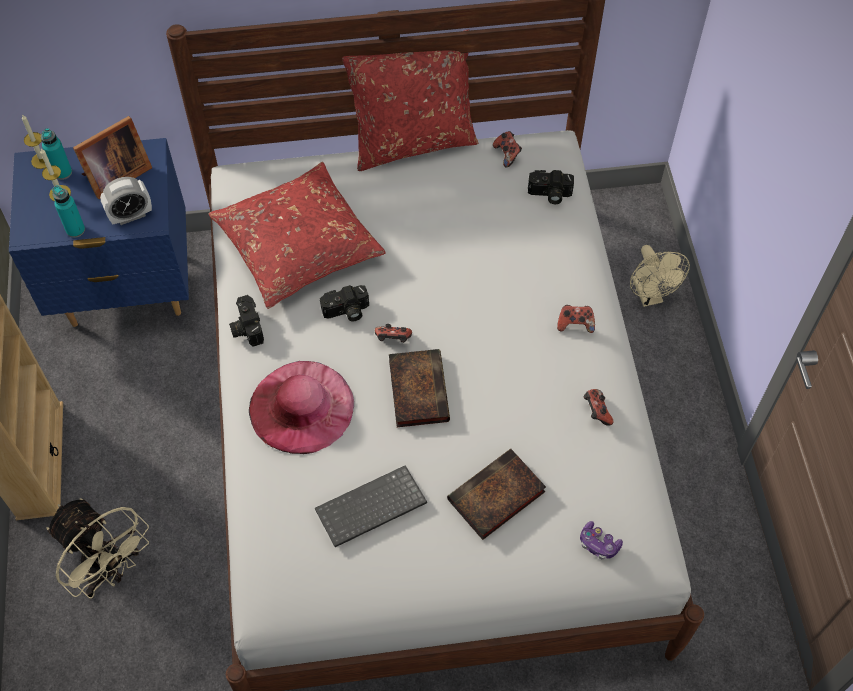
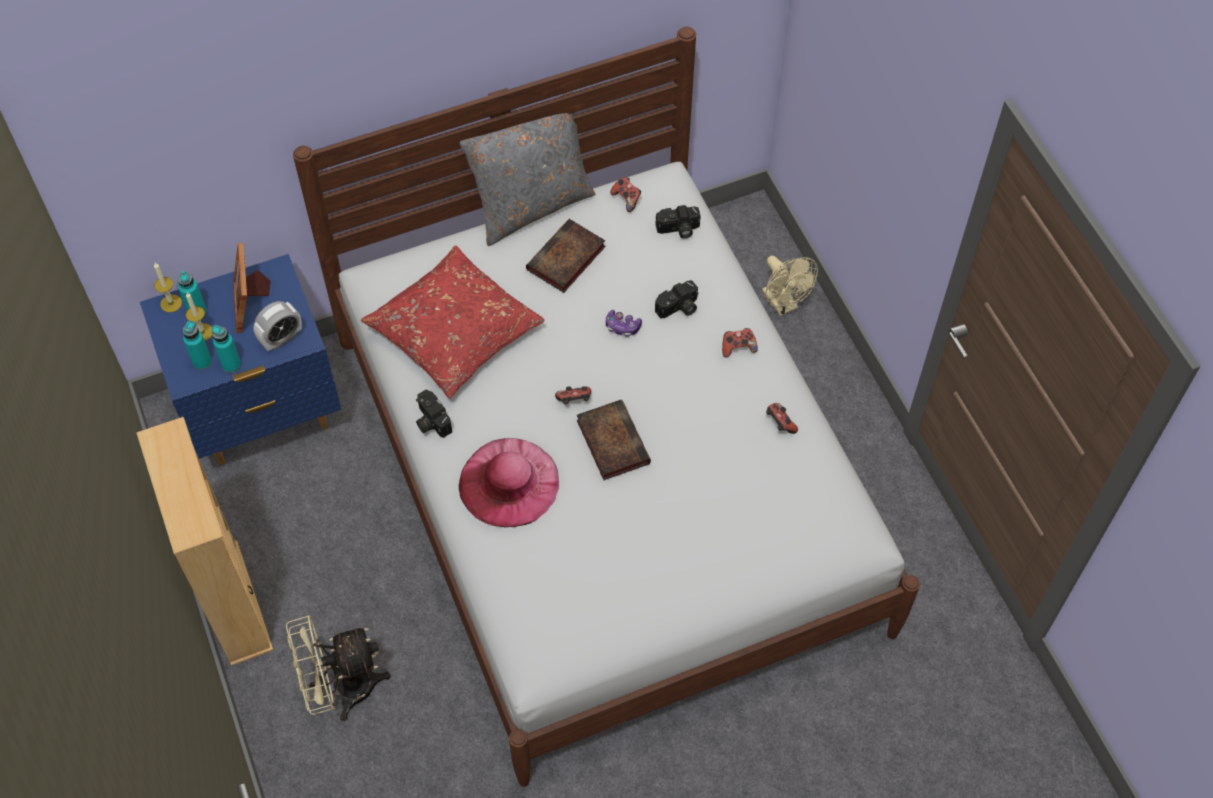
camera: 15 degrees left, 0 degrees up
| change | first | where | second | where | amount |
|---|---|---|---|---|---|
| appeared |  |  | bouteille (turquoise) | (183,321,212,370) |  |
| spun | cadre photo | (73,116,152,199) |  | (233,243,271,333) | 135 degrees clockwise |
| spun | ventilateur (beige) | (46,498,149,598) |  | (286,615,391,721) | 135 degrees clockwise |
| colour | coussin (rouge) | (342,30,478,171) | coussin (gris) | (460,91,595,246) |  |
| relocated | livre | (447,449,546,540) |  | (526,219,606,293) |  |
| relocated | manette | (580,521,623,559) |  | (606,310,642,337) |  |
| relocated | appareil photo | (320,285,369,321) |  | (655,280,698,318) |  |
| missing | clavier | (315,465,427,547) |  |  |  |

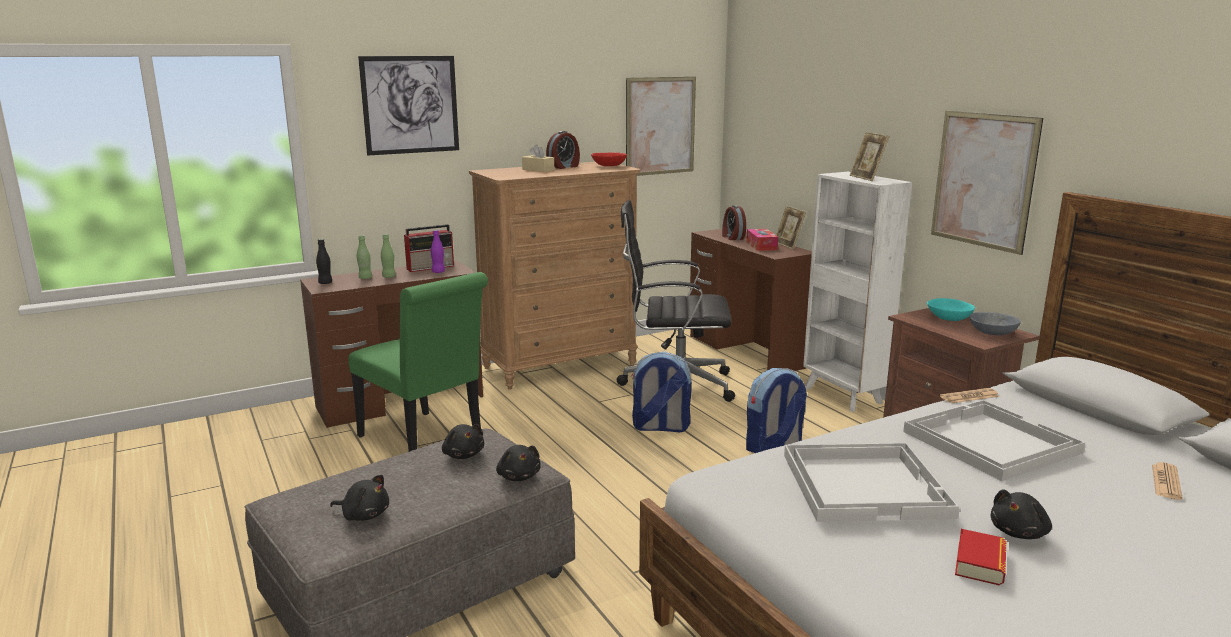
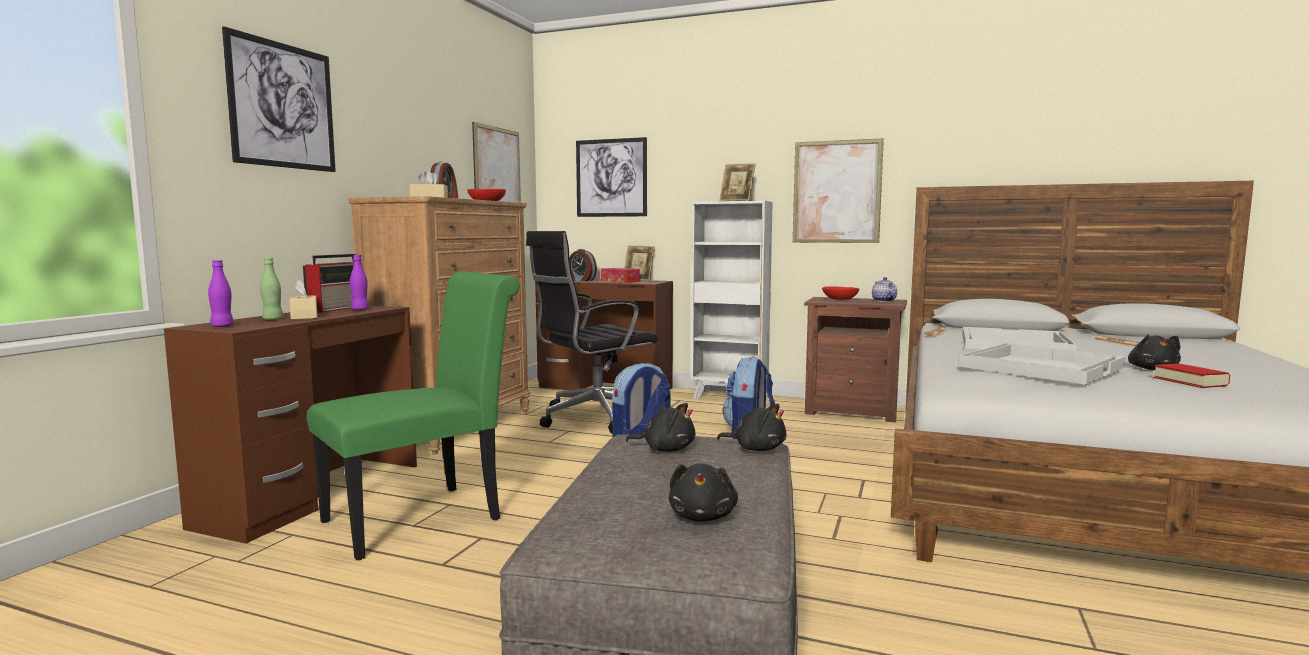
camera: 40 degrees left, 10 degrees down
| change | first | where | second | where | amount |
|---|---|---|---|---|---|
| colour | bouteille (noir) | (316,239,332,284) | bouteille (violet) | (208,260,234,327) |  |
| exchanged | bouteille (vert) | (381,234,396,278) | boîte à mouchoirs (beige) | (289,279,317,320) |  |
| spun | chaise (vert) | (348,272,488,451) |  | (307,271,520,560) | 45 degrees counterclockwise |
| appeared |  |  | tableau | (576,137,647,217) |  |
| spun | peluche (noir) | (330,475,389,521) |  | (669,463,738,521) | 120 degrees clockwise |
| colour | bol (turquoise) | (927,298,975,321) | bol (rouge) | (822,286,859,300) |  |
| exchanged | bol (gris) | (969,312,1021,335) | théière | (872,277,897,302) |  |

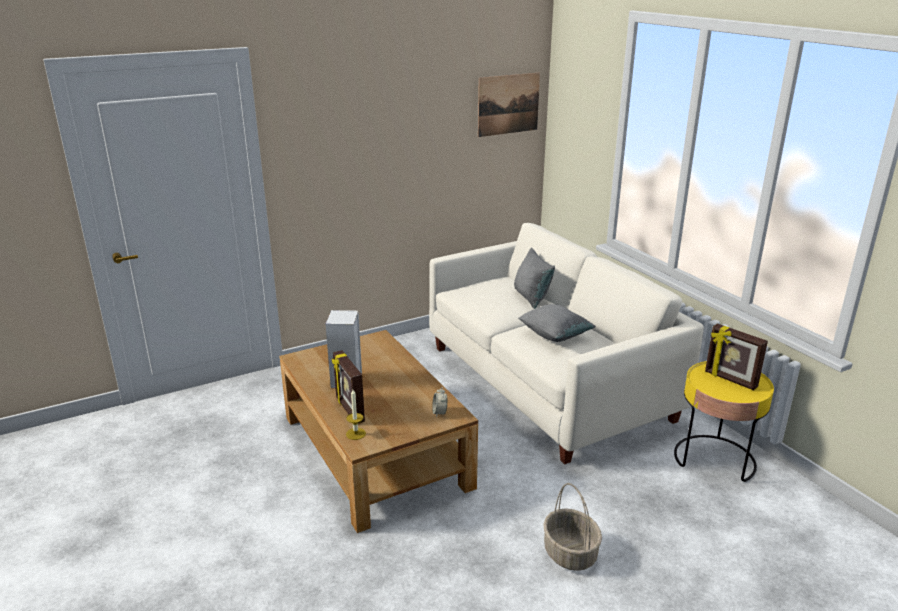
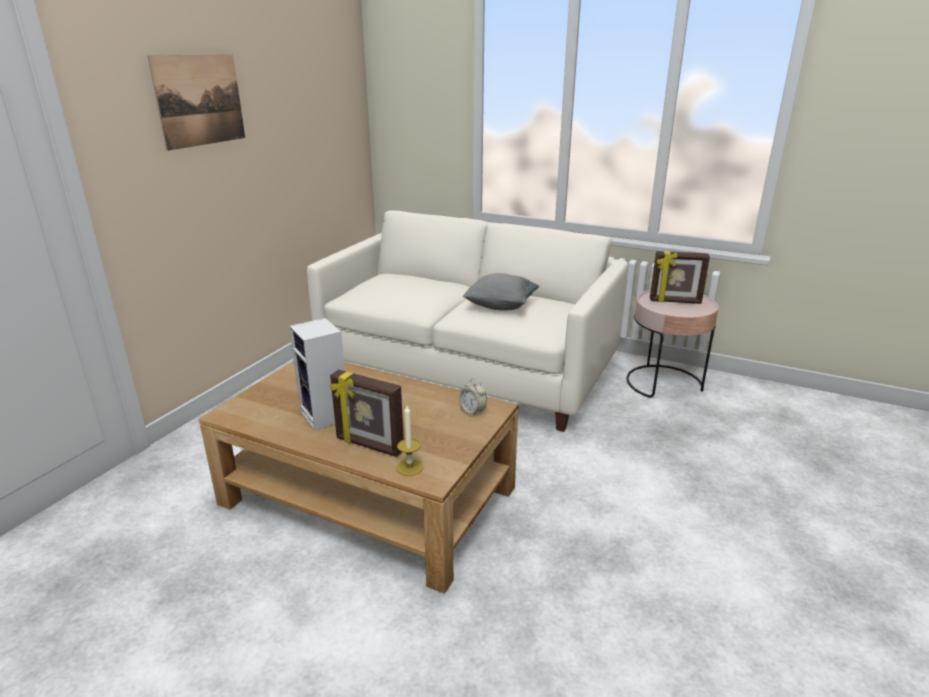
camera: 35 degrees left, 0 degrees up
| change | first | where | second | where | amount |
|---|---|---|---|---|---|
| relocated | tableau | (478,73,540,137) |  | (148,54,245,151) |  |
| colour | table d'appoint (jaune) | (674,361,774,482) | table d'appoint (rose) | (626,290,719,398) |  |
| missing | coussin (gris) | (514,247,555,309) |  |  |  |
| missing | panier | (543,483,602,571) |  |  |  |

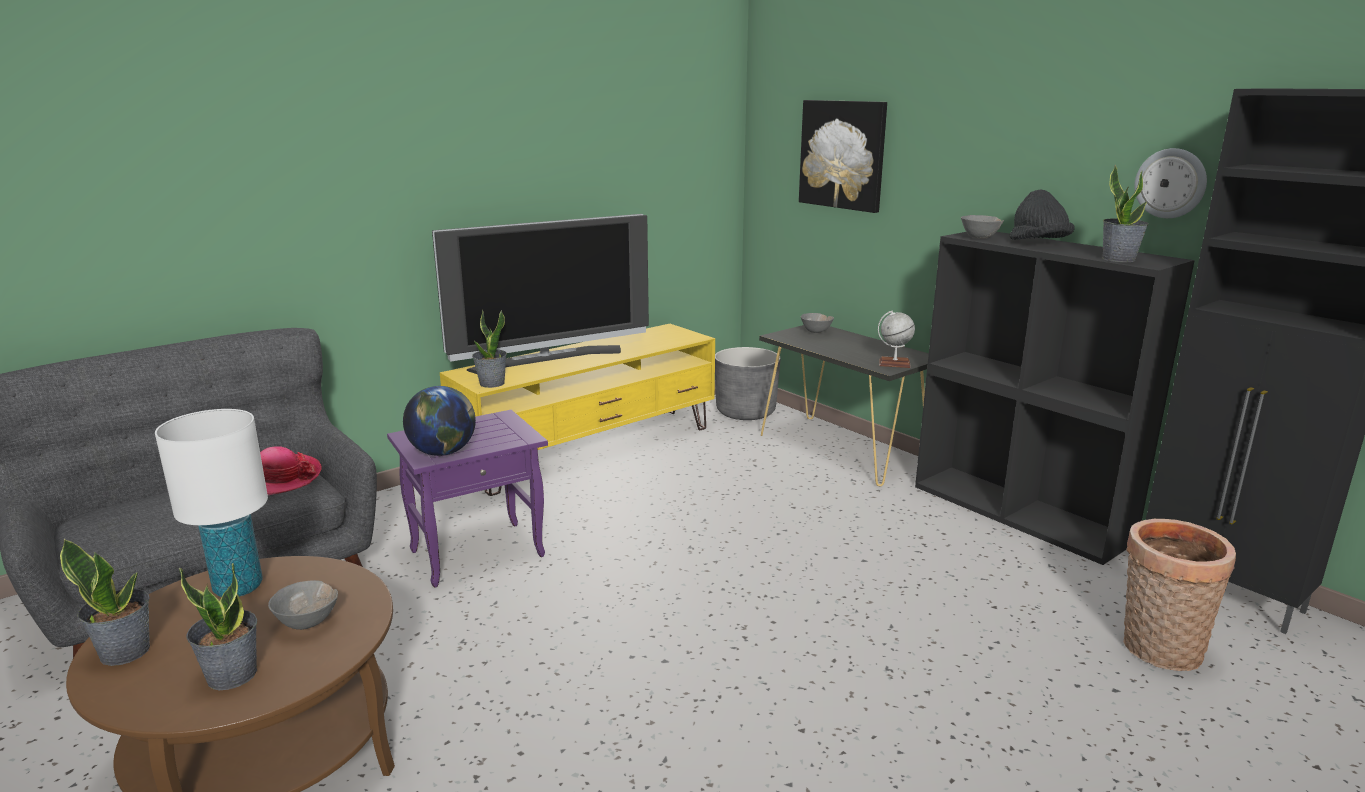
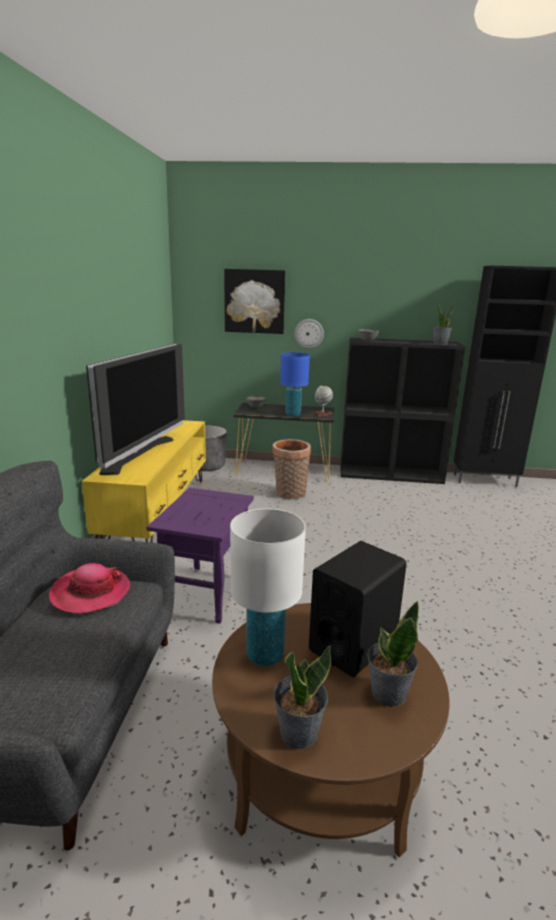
camera: 45 degrees left, 0 degrees up
| change | first | where | second | where | amount |
|---|---|---|---|---|---|
| relocated | panier | (1123,519,1236,671) |  | (272,439,311,499) |  |
| appeared |  |  | lampe de table (bleu) | (280,352,310,416) |  |
| relocated | horloge murale | (1134,148,1207,218) |  | (295,319,324,349) |  |
| exchanged | bol (gris) | (268,580,338,630) | enceinte (noir) | (309,541,407,677) |  |
| missing | globe | (403,386,476,456) |  |  |  |
| missing | plante en pot | (472,310,507,388) |  |  |  |
| missing | chapeau (noir) | (1010,190,1075,240) |  |  |  |

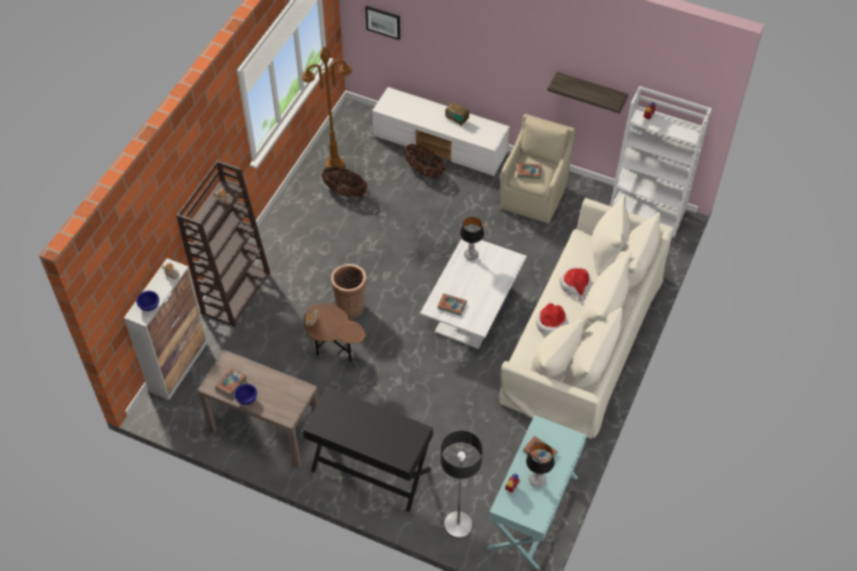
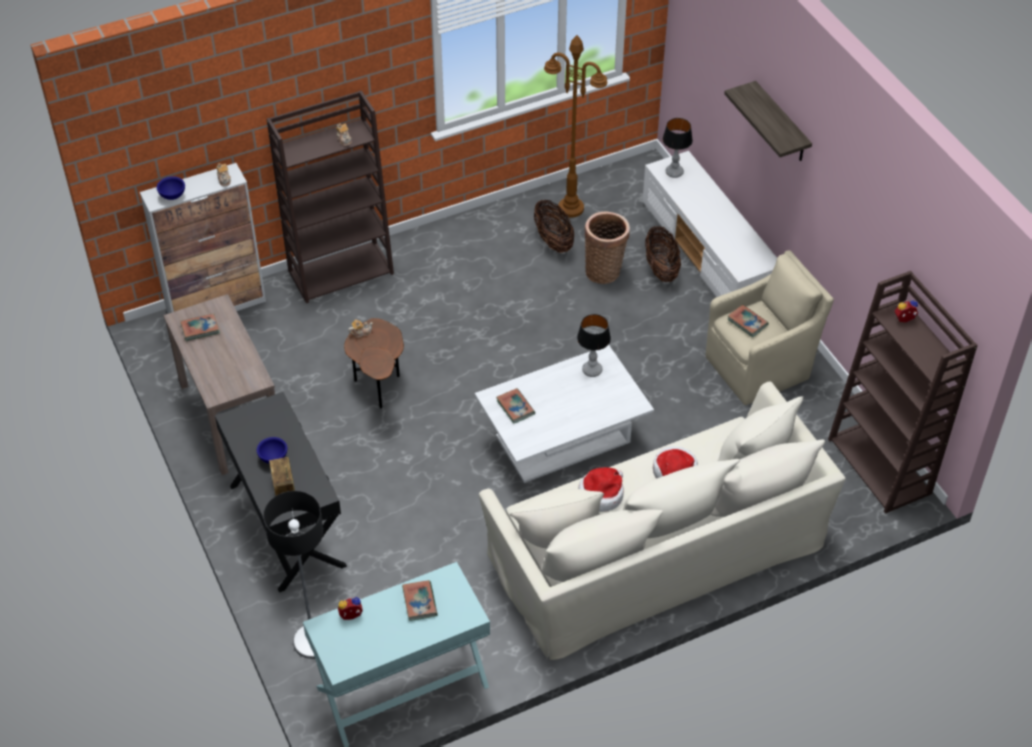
camera: 40 degrees right, 5 degrees down
| change | first | where | second | where | amount |
|---|---|---|---|---|---|
| relocated | bol (bleu) | (234,384,257,405) |  | (257,437,287,464) |  |
| relocated | radio | (445,101,469,126) |  | (269,457,295,496) |  |
| relocated | panier | (331,264,367,319) |  | (584,211,630,284) |  |
| relocated | lampe de table | (526,443,554,488) |  | (662,118,693,178) |  |
| relocated | étagère | (547,72,629,114) |  | (724,81,812,161) |  |
| colour | bibliothèque (blanc) | (610,86,712,237) | bibliothèque (marron) | (828,271,978,513) |  |
| missing | tableau | (365,5,400,40) |  |  |  |

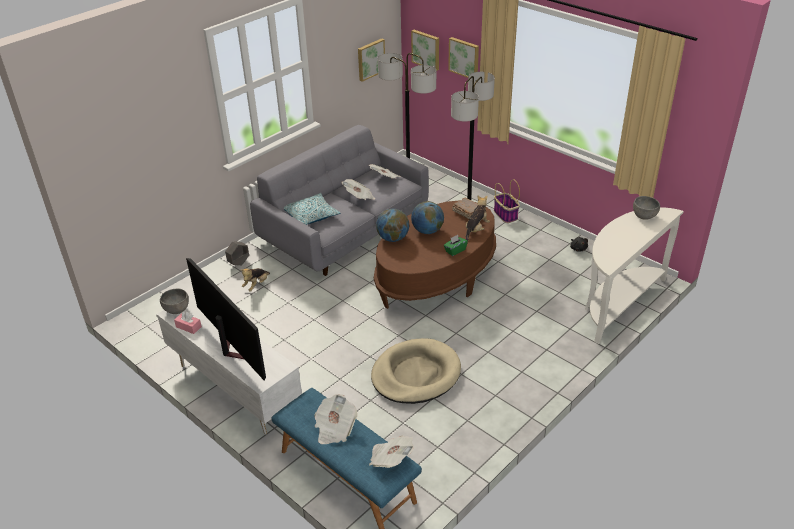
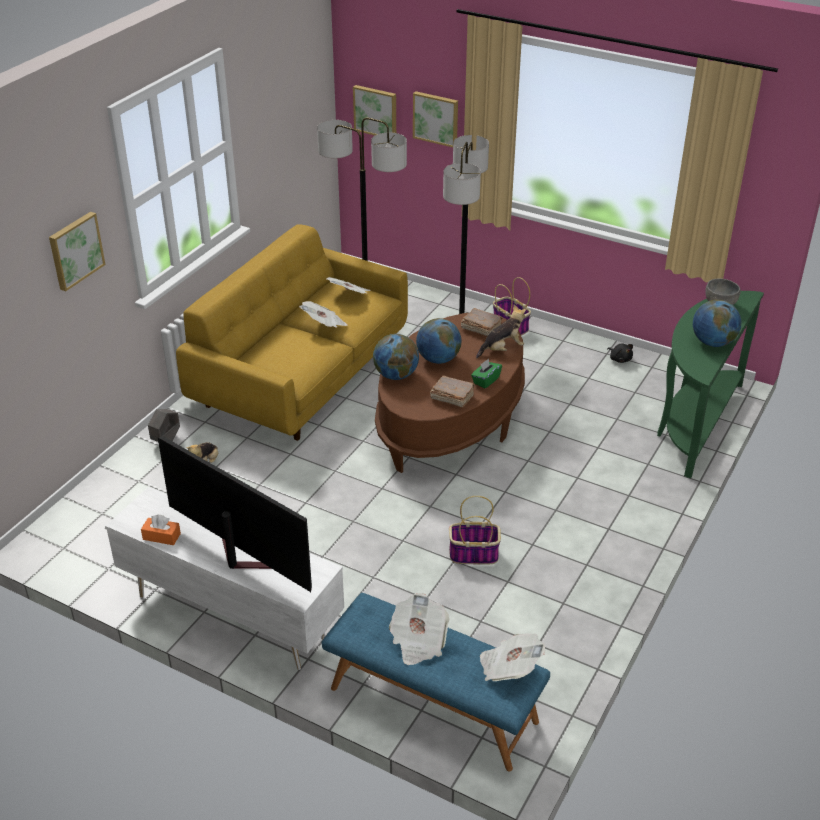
camera: 15 degrees left, 0 degrees up
| change | first | where | second | where | amount |
|---|---|---|---|---|---|
| relocated | tableau | (358,38,385,82) |  | (49,212,106,291) |  |
| colour | boîte à mouchoirs (rose) | (174,311,202,334) | boîte à mouchoirs (orange) | (141,515,181,545) |  |
| colour | canapé (gris) | (250,125,429,276) | canapé (jaune) | (176,224,408,441) |  |
| appeared |  |  | livre (marron) | (430,375,475,407) |  |
| exchanged | panier pour chien (beige) | (371,338,461,404) | panier | (449,496,501,565) |  |
| spun | peluche | (466,196,490,240) |  | (476,305,526,358) | 45 degrees clockwise |
| colour | table console (blanc) | (585,207,684,344) | table console (vert) | (657,291,764,478) |  |
| appeared |  |  | globe | (693,299,741,347) |  |
| missing | bol (gris) | (160,289,189,314) |  |  |  |
| missing | coussin | (284,193,341,225) |  |  |  |

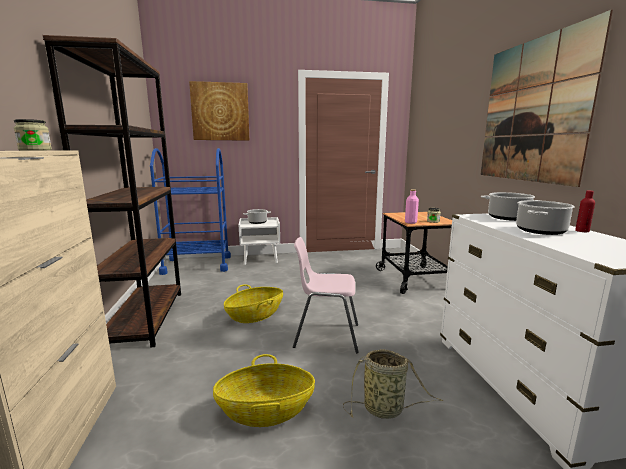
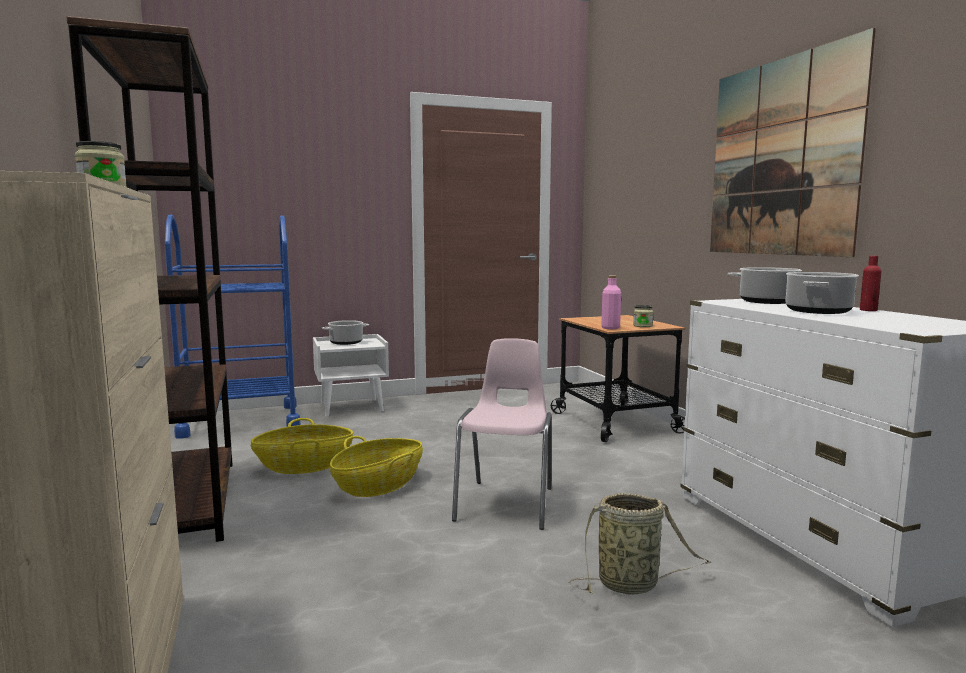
camera: 10 degrees left, 5 degrees down
| change | first | where | second | where | amount |
|---|---|---|---|---|---|
| relocated | panier | (213,354,315,427) |  | (251,418,353,474) |  |
| spun | chaise (rose) | (293,237,359,353) |  | (452,338,552,530) | 105 degrees clockwise |
| missing | tableau | (189,81,249,141) |  |  |  |

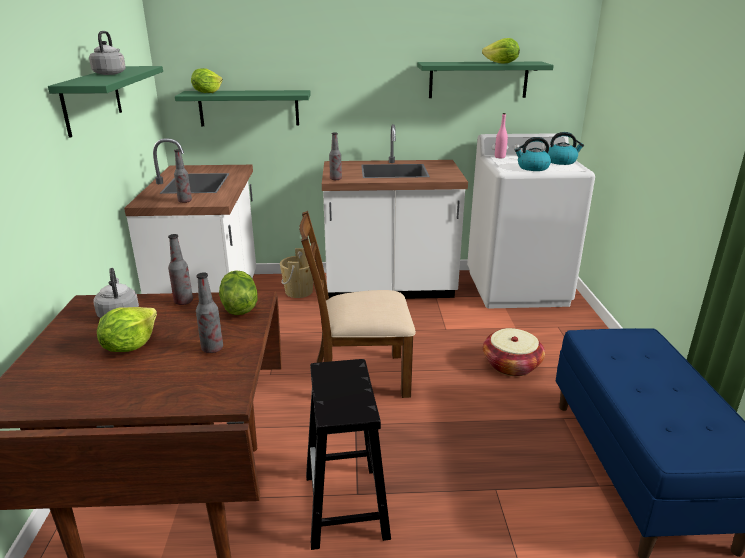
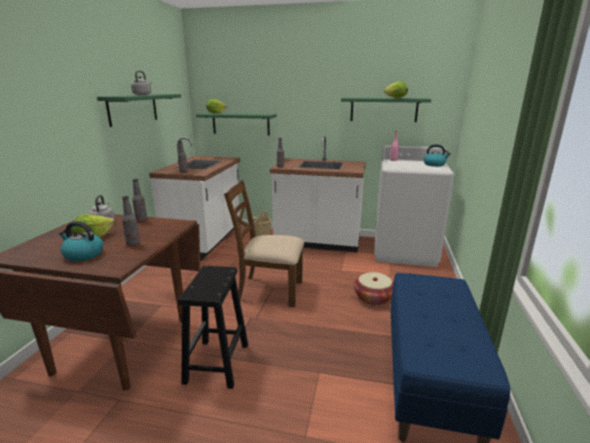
camera: 15 degrees right, 5 degrees down
| change | first | where | second | where | amount |
|---|---|---|---|---|---|
| relocated | bouilloire | (515,137,551,171) |  | (59,221,104,261) |  |
| missing | laitue | (219,270,258,315) |  |  |  |

